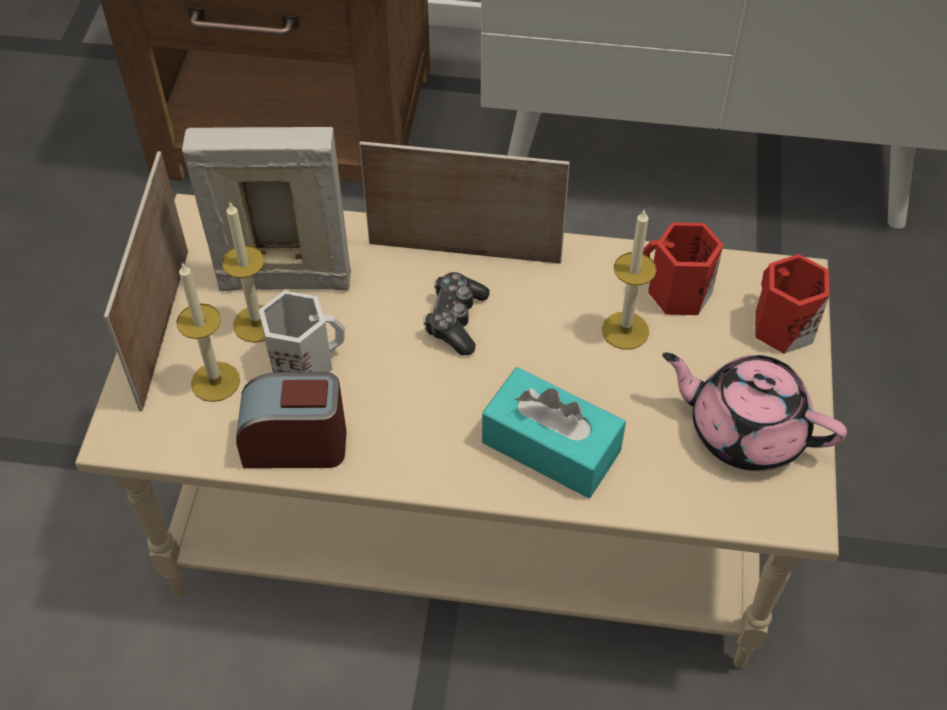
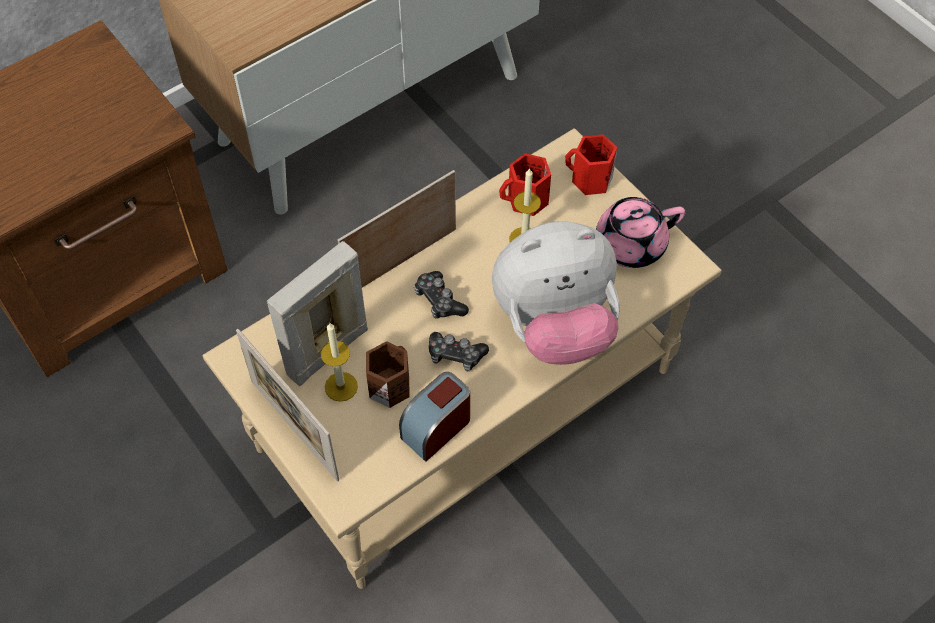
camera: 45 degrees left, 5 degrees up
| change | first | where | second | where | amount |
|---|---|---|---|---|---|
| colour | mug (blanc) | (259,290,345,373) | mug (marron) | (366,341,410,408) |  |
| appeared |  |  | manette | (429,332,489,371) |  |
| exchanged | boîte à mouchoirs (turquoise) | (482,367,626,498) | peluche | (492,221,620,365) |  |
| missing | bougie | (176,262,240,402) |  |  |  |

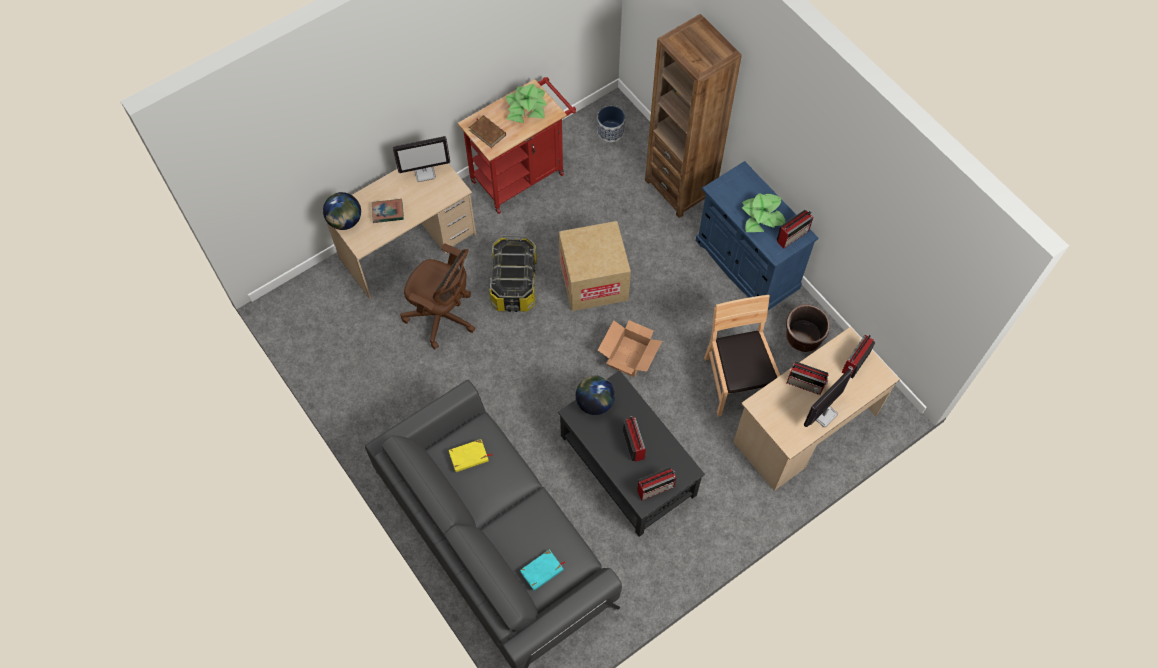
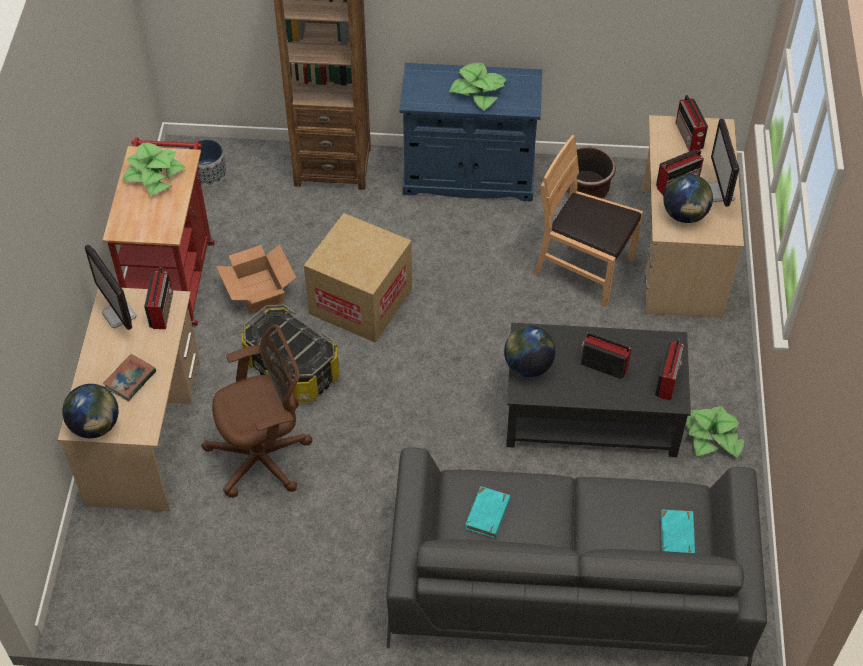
camera: 50 degrees left, 10 degrees down
| change | first | where | second | where | amount |
|---|---|---|---|---|---|
| spun | écran d'ordinateur | (393,136,450,182) |  | (85,245,137,330) | 120 degrees clockwise |
| relocated | radio | (776,210,813,248) |  | (144,267,173,329) |  |
| relocated | carton | (598,320,662,377) |  | (216,244,296,314) |  |
| colour | livre (jaune) | (449,439,493,472) | livre (turquoise) | (465,486,511,538) |  |
| appeared |  |  | globe | (663,174,713,223) |  |
| appeared |  |  | plante en pot | (686,406,745,458) |  |
| missing | livre (marron) | (469,115,506,148) |  |  |  |

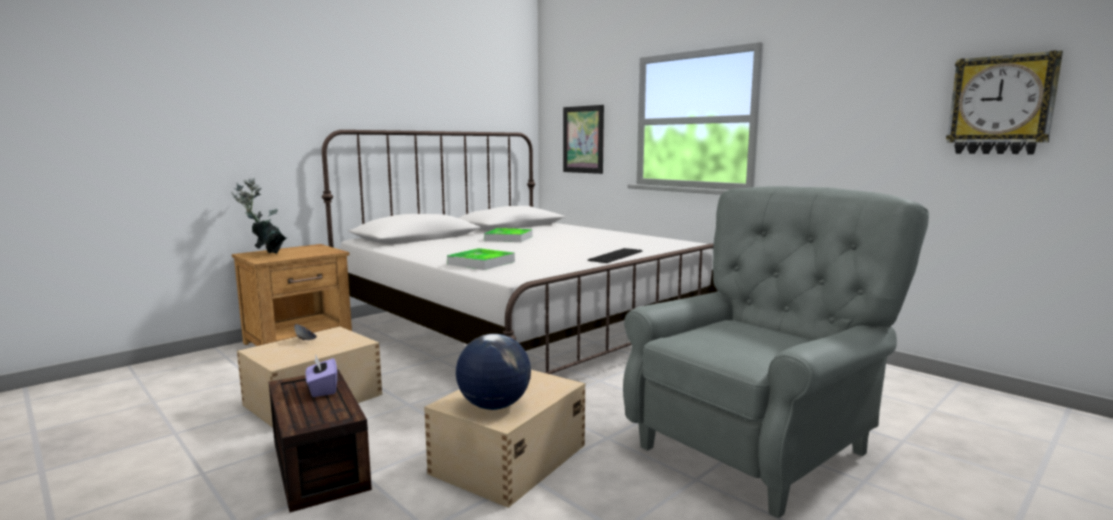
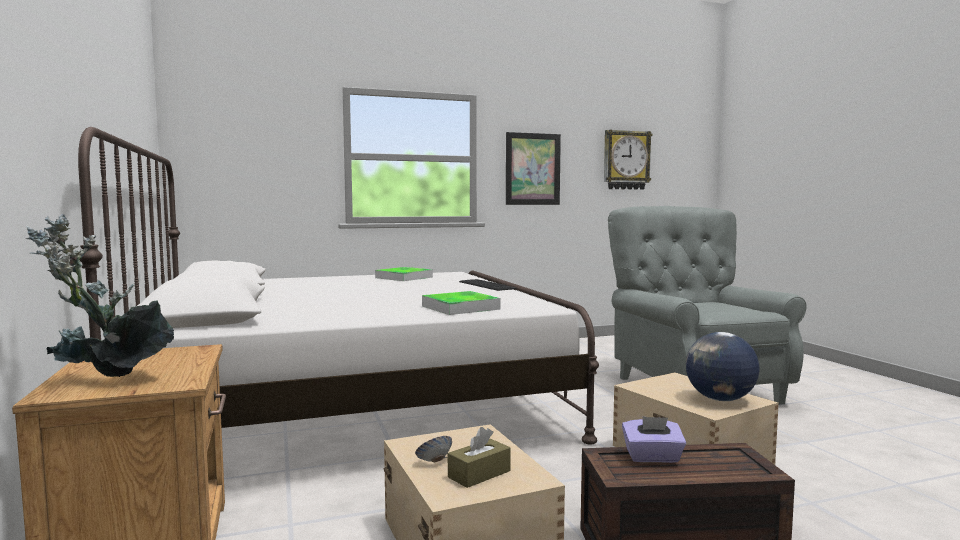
camera: 65 degrees left, 5 degrees down
| change | first | where | second | where | amount |
|---|---|---|---|---|---|
| relocated | plateau | (484,228,532,242) |  | (375,267,433,281) |  |
| appeared |  |  | boîte à mouchoirs (marron) | (448,427,511,488) |  |
| relocated | tableau | (563,105,604,174) |  | (506,132,561,205) |  |

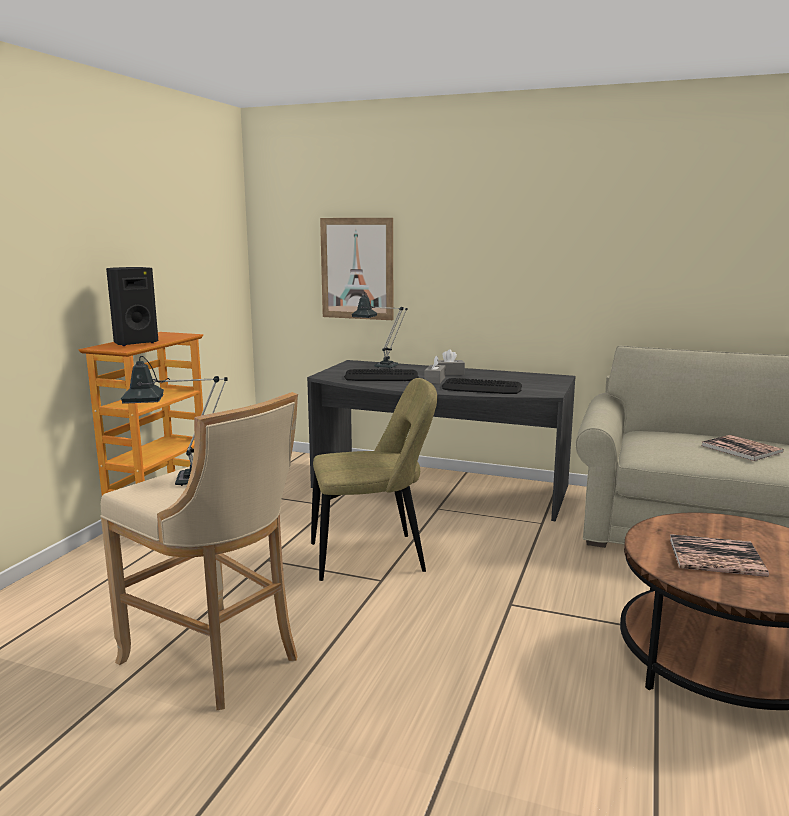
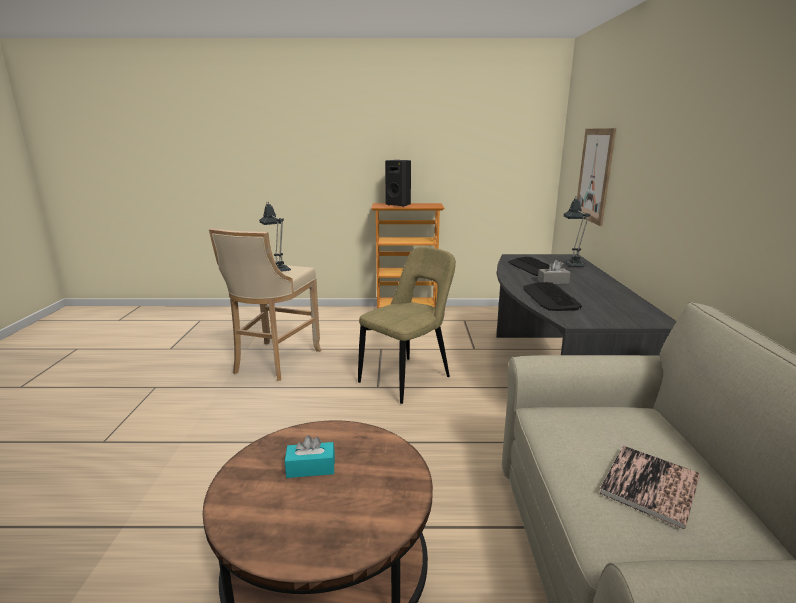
camera: 70 degrees right, 5 degrees up
| change | first | where | second | where | amount |
|---|---|---|---|---|---|
| exchanged | livre | (670,534,769,577) | boîte à mouchoirs (turquoise) | (285,435,335,478) |  |
| spun | chaise (beige) | (311,378,437,581) |  | (358,247,456,404) | 105 degrees counterclockwise |
| missing | boîte à mouchoirs (gris) | (437,349,465,375) |  |  |  |

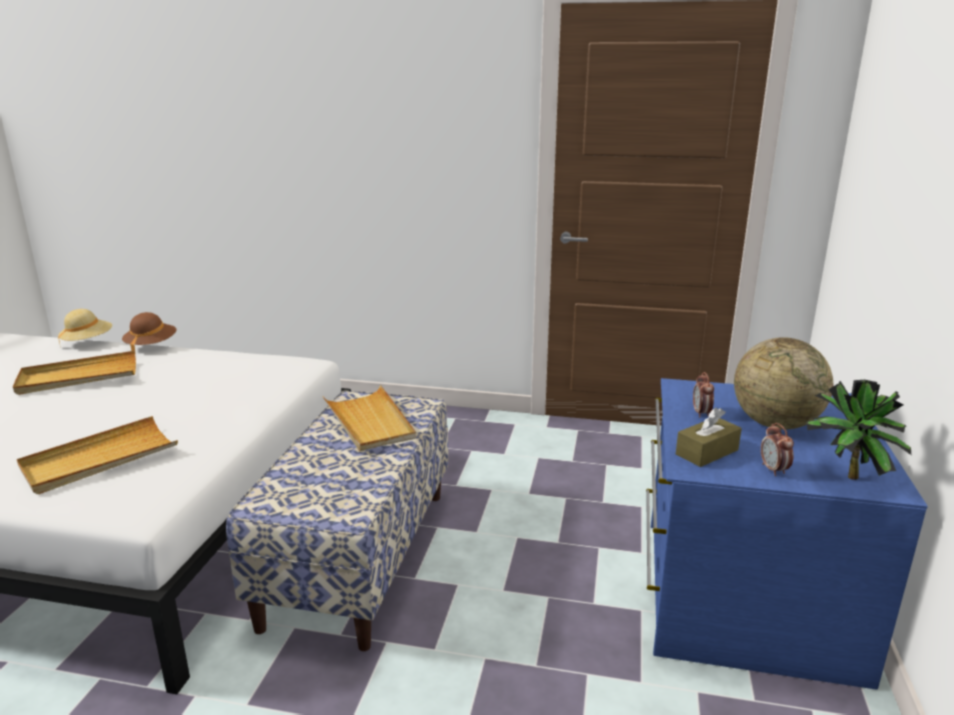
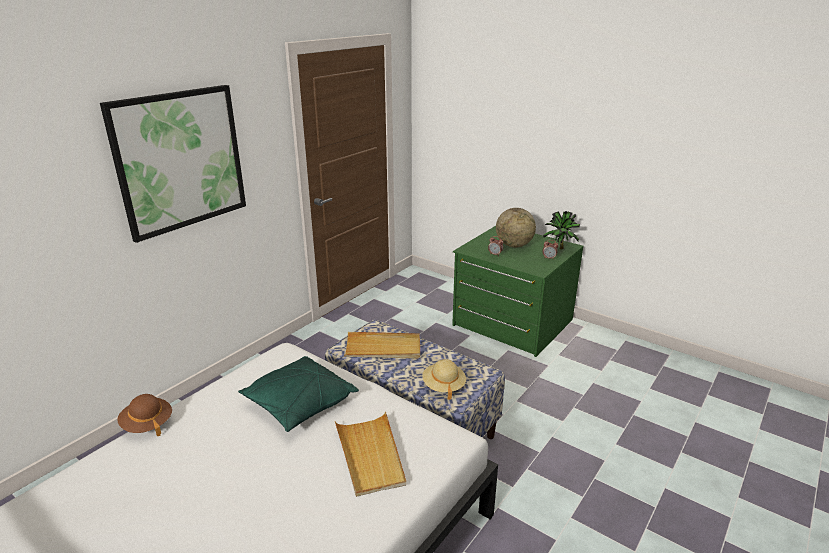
camera: 65 degrees left, 5 degrees up
| change | first | where | second | where | amount |
|---|---|---|---|---|---|
| appeared |  |  | tableau | (100,85,246,243) |  |
| appeared |  |  | coussin (vert) | (238,356,359,432) |  |
| relocated | chapeau (beige) | (58,309,112,344) |  | (422,359,466,400) |  |
| colour | commode (bleu) | (646,378,928,690) | commode (vert) | (452,226,584,357) |  |
| missing | plateau (beige) | (13,351,136,395) |  |  |  |
| missing | boîte à mouchoirs (marron) | (676,408,742,467) |  |  |  |

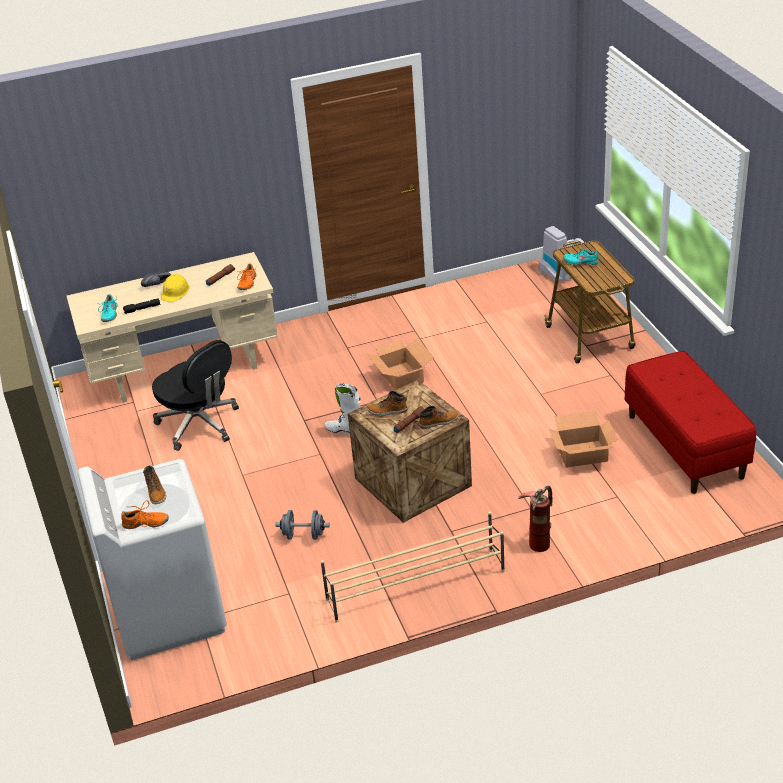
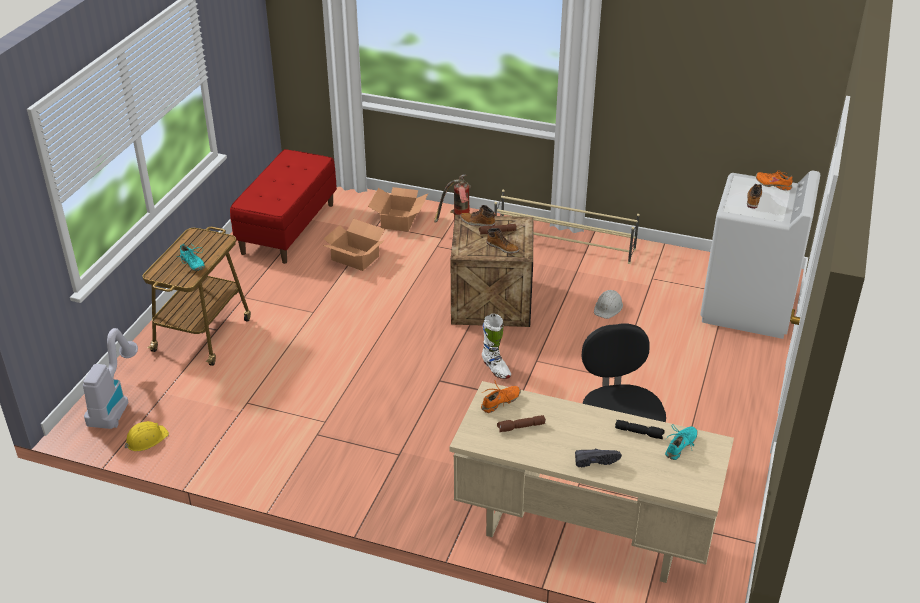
camera: 145 degrees left, 0 degrees up
| change | first | where | second | where | amount |
|---|---|---|---|---|---|
| relocated | casque de chantier (jaune) | (161,274,190,302) |  | (124,421,169,451) |  |
| relocated | carton | (367,338,434,390) |  | (368,187,428,232) |  |
| exchanged | haltère (gris) | (275,510,330,540) | casque de chantier (blanc) | (594,290,623,319) |  |

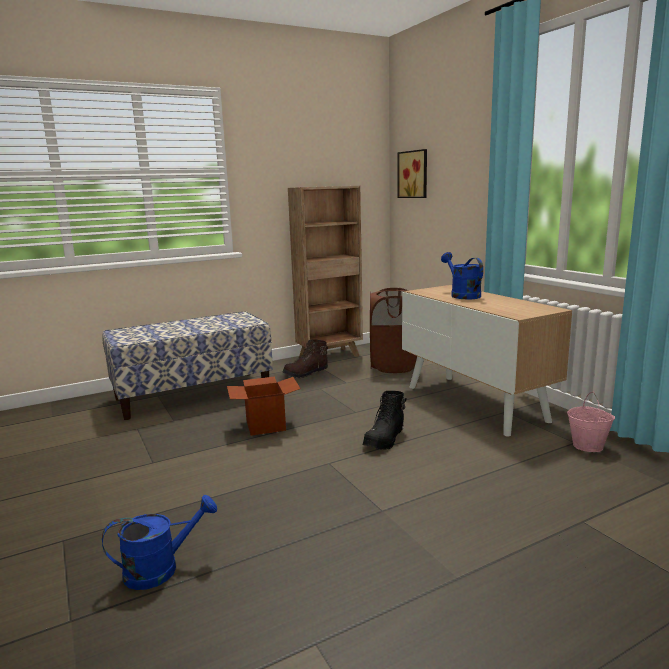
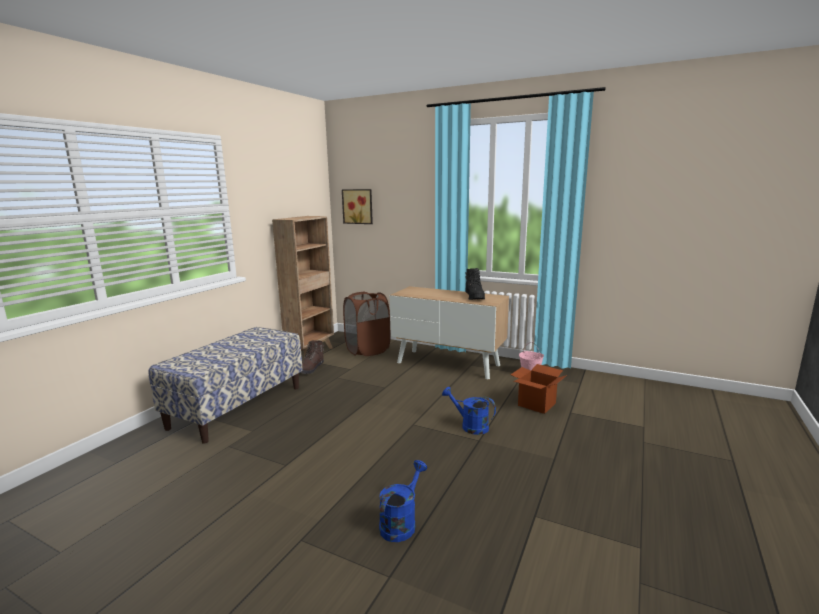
camera: 35 degrees left, 0 degrees up
| change | first | where | second | where | amount |
|---|---|---|---|---|---|
| relocated | arrosoir (bleu) | (441,252,483,299) |  | (442,387,496,435) |  |
| relocated | botte (noir) | (362,391,407,450) |  | (465,268,485,300) |  |
| relocated | carton | (227,377,301,436) |  | (510,364,567,414) |  |

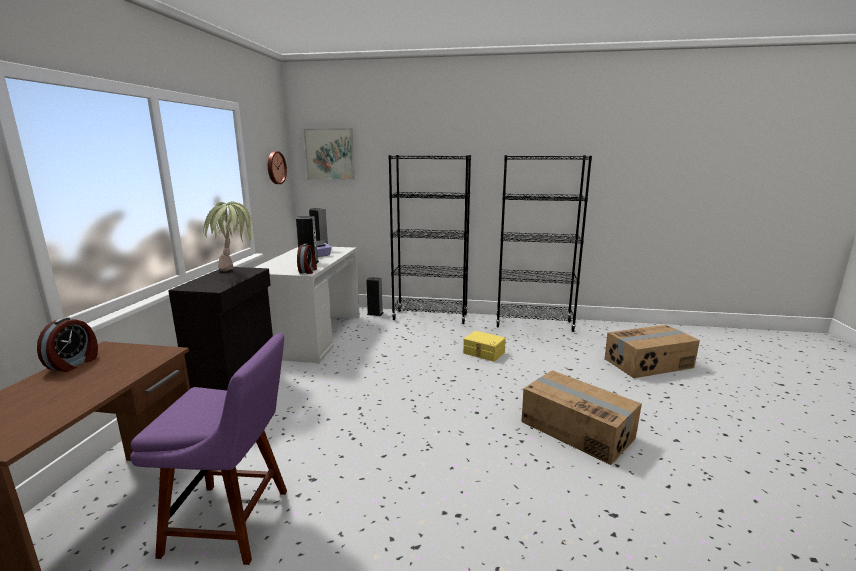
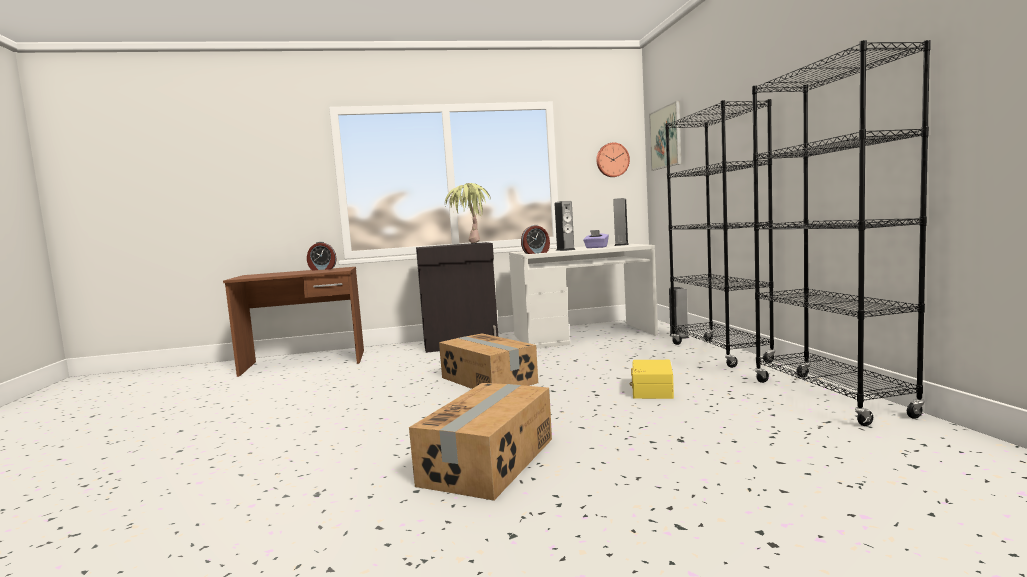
camera: 70 degrees right, 10 degrees down
| change | first | where | second | where | amount |
|---|---|---|---|---|---|
| relocated | carton | (605,325,700,378) |  | (439,333,538,389) |  |
| missing | chaise (violet) | (130,333,287,565) |  |  |  |

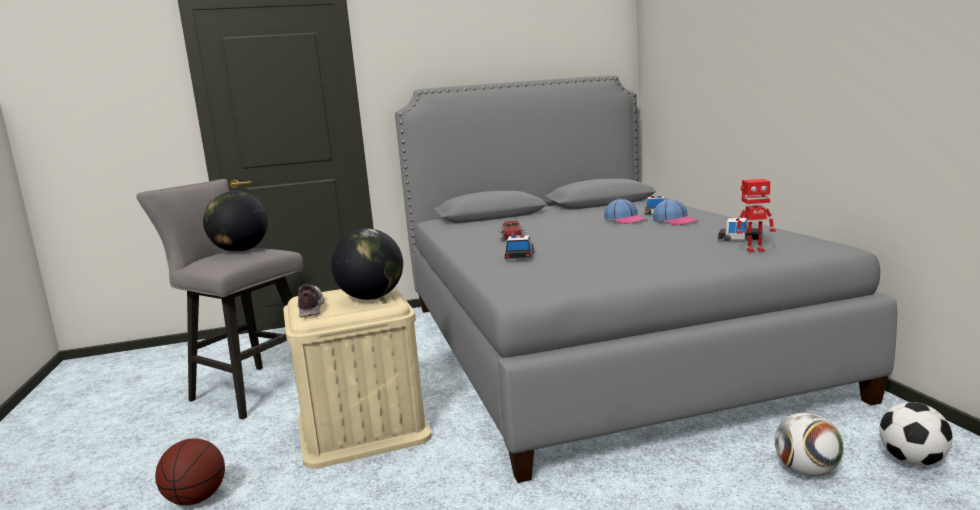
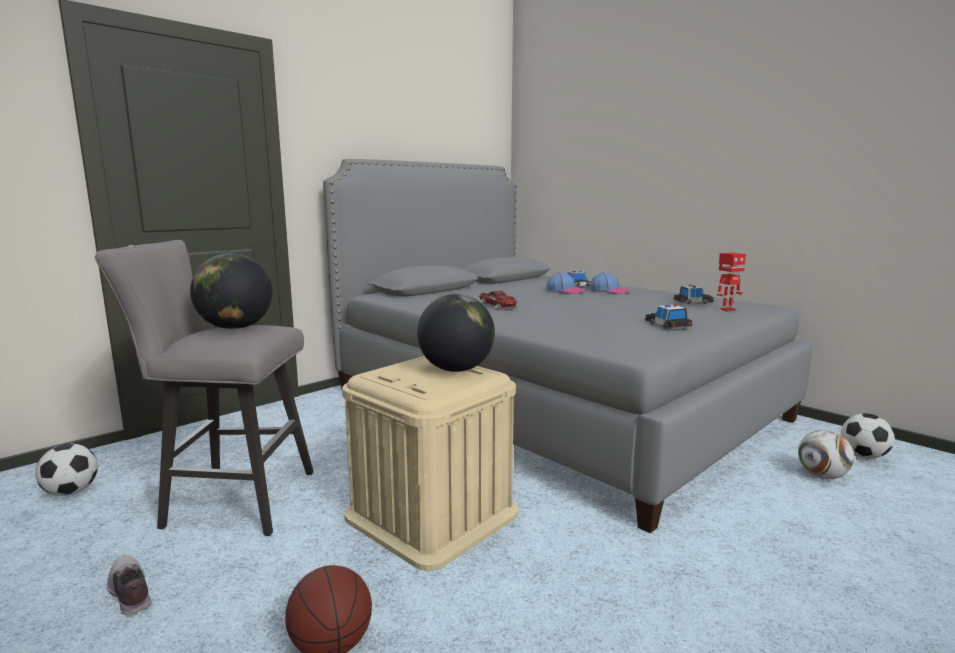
camera: 30 degrees left, 0 degrees up
| change | first | where | second | where | amount |
|---|---|---|---|---|---|
| appeared |  |  | ballon de foot | (35,444,98,496) |  |
| relocated | chaussure | (297,284,324,317) |  | (107,555,152,615) |  |
| relocated | petite voiture | (504,235,534,260) |  | (644,304,693,329) |  |

